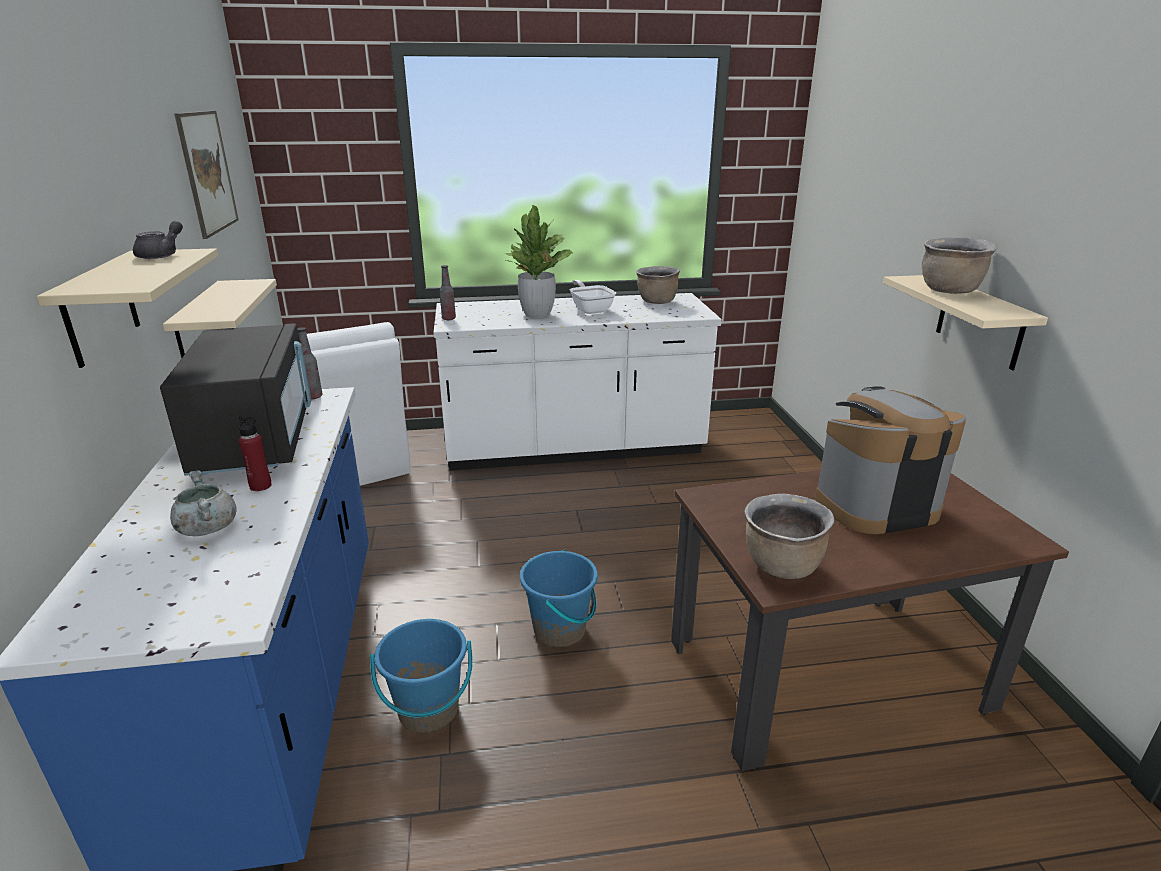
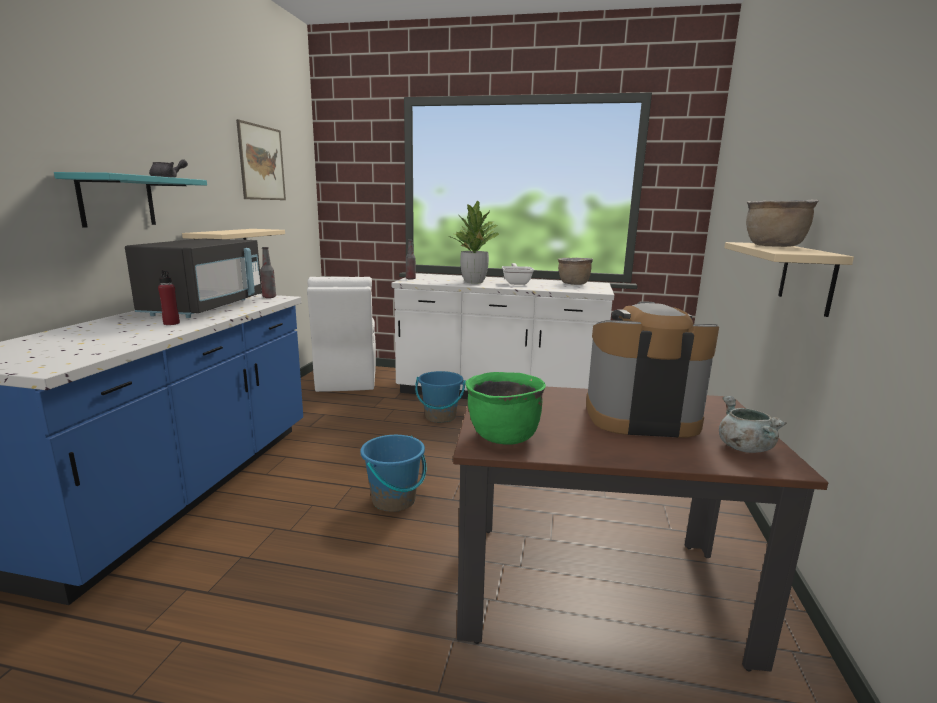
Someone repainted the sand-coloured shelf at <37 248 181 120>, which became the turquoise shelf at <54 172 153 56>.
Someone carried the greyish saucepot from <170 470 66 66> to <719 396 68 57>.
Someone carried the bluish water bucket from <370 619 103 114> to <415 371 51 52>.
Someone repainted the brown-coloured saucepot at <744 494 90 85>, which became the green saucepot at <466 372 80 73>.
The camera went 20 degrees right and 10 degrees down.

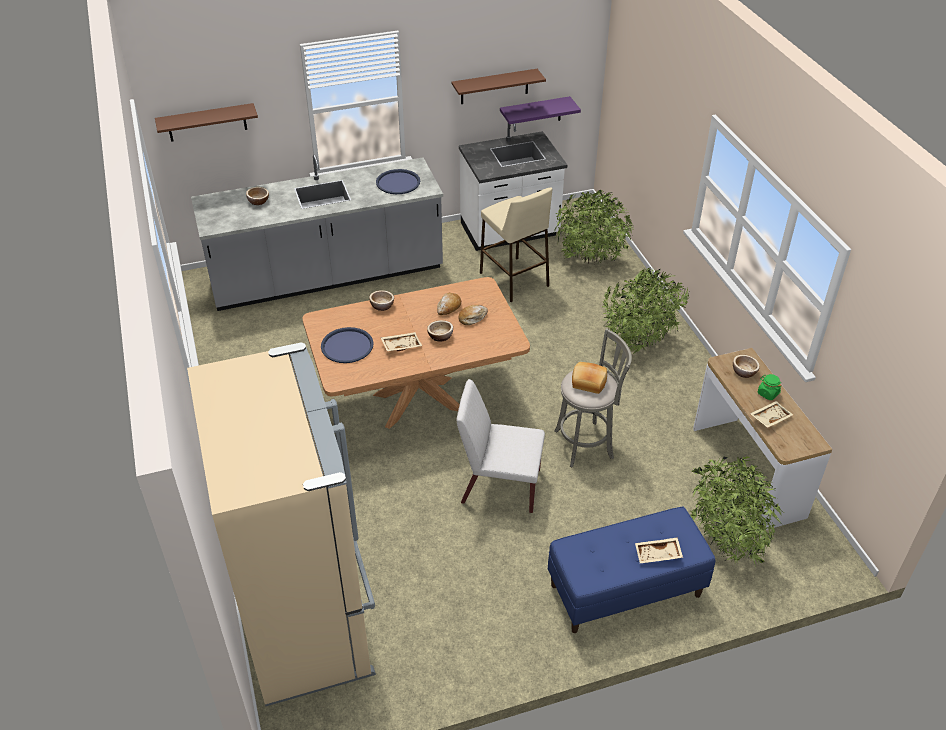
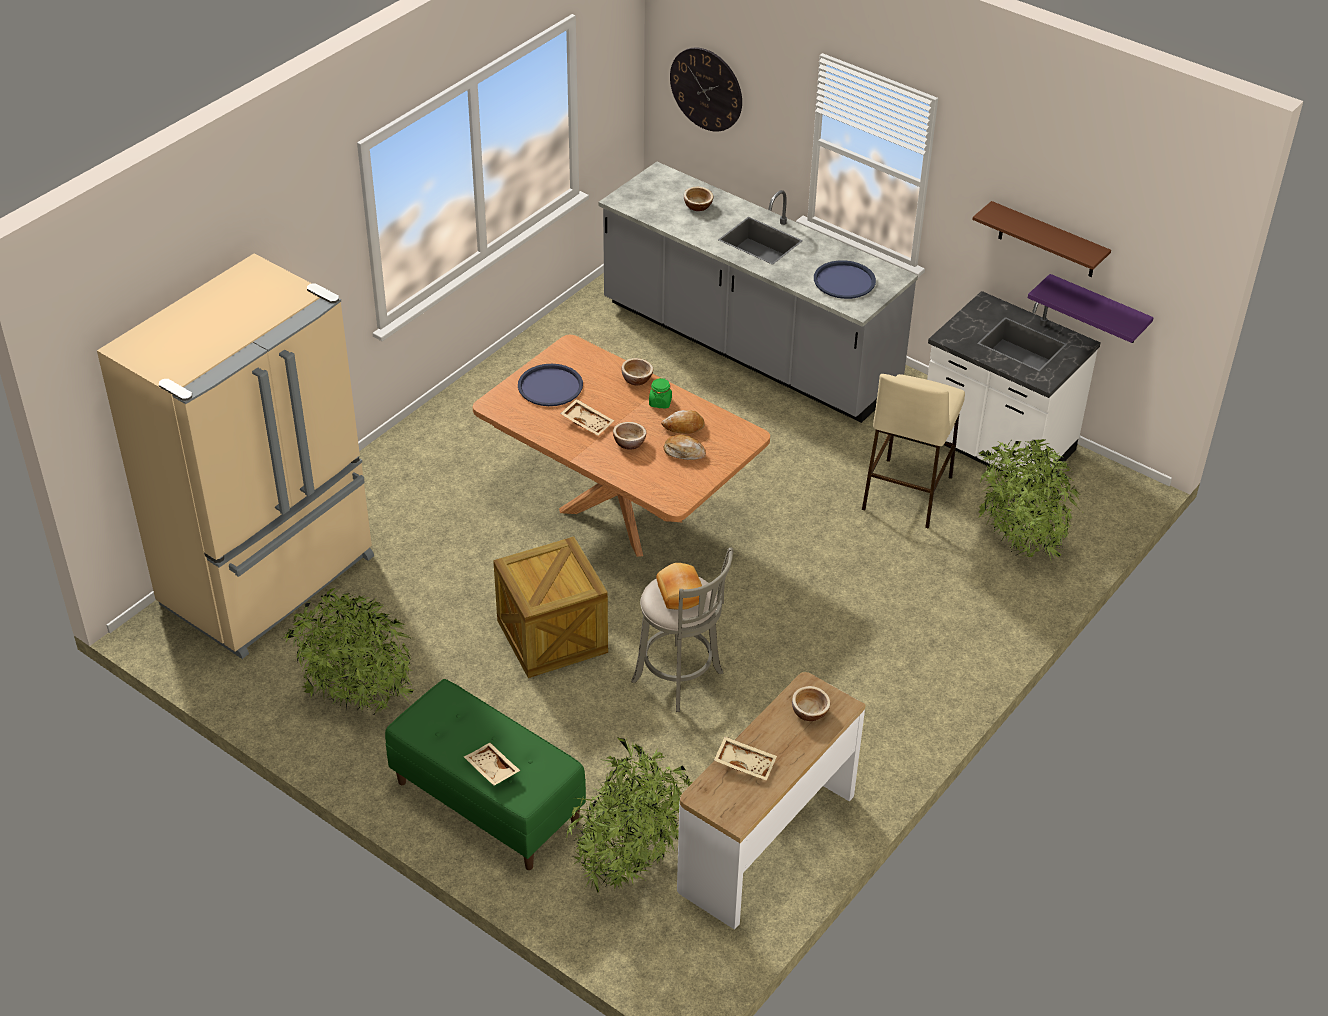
Someone swapped the brown-coloured shelf at <155 103 103 39> for the wall clock at <670 47 72 85>.
Someone swapped the whitish chair at <457 379 88 134> for the shipping crate at <493 536 115 142>.
Someone repainted the bluish long seat at <548 507 167 126>, which became the green long seat at <385 679 201 191>.
Someone carried the potted plant from <602 267 88 87> to <282 588 132 128>.
Someone carried the green preserve jar from <758 374 24 26> to <649 378 23 31>.
The camera went 55 degrees right and 0 degrees up.

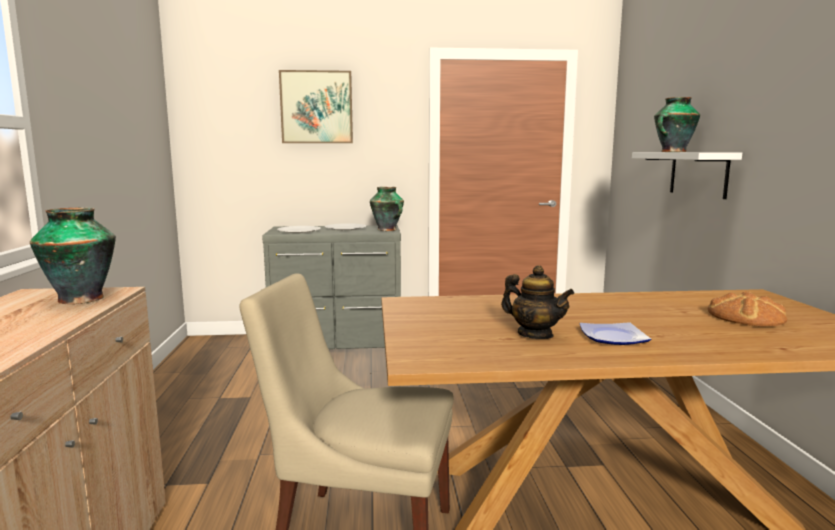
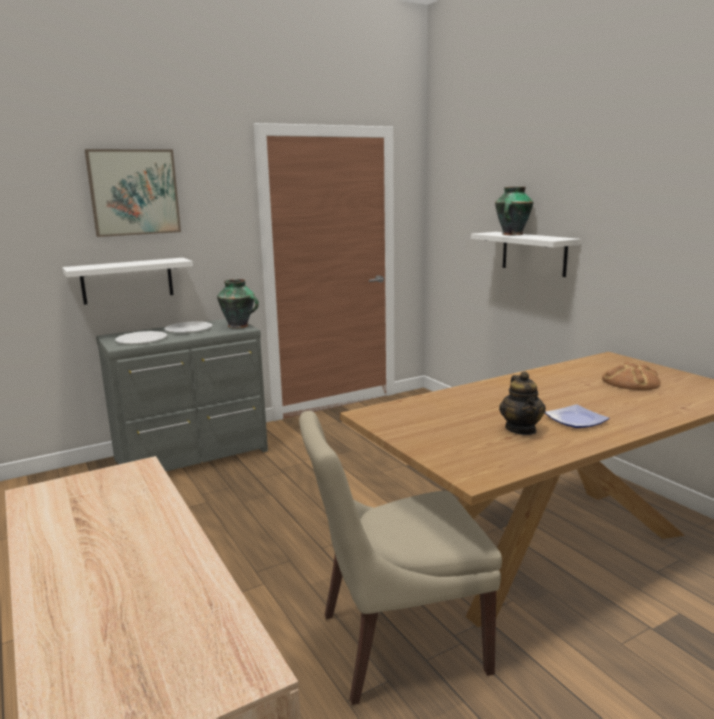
Someone took away the vase at <30 207 86 97>.
Someone rotated the tea pot at <501 265 73 74> by 75 degrees clockwise.
Someone put up the whitish shelf at <62 258 131 47>.
The camera went 25 degrees left and 5 degrees up.

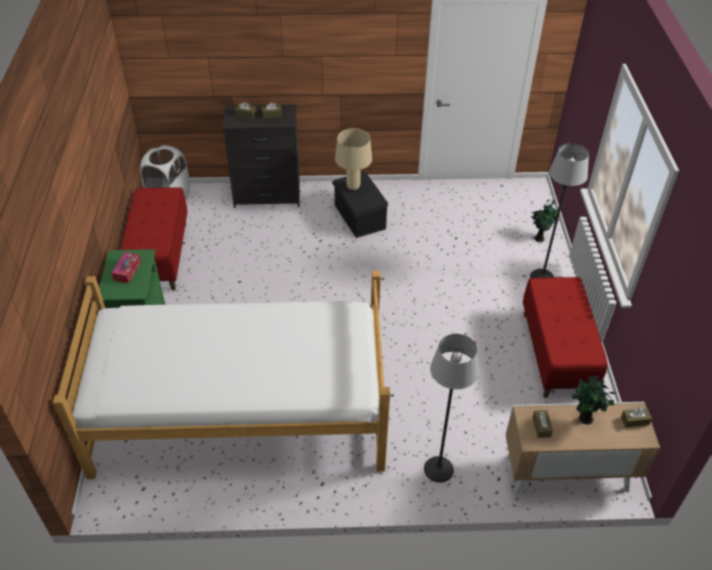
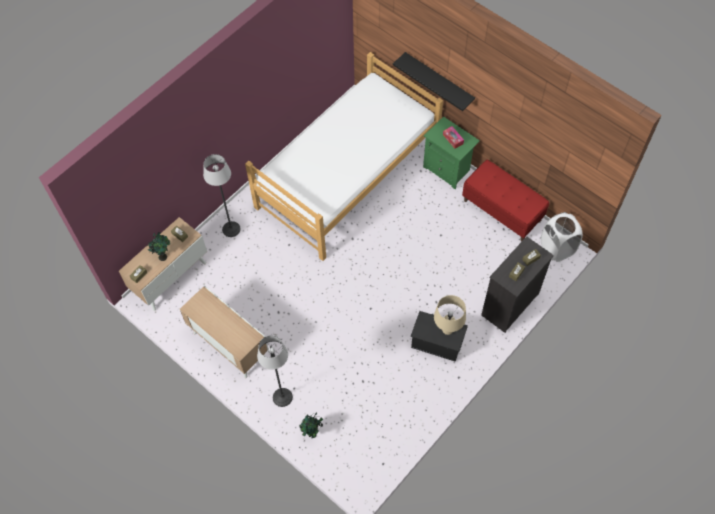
Someone swapped the red-coloured long seat at <523 277 85 121> for the cabinet at <180 286 88 92>.
Someone put up the black-coloured shelf at <393 52 82 59>.
The camera went 135 degrees right and 15 degrees up.

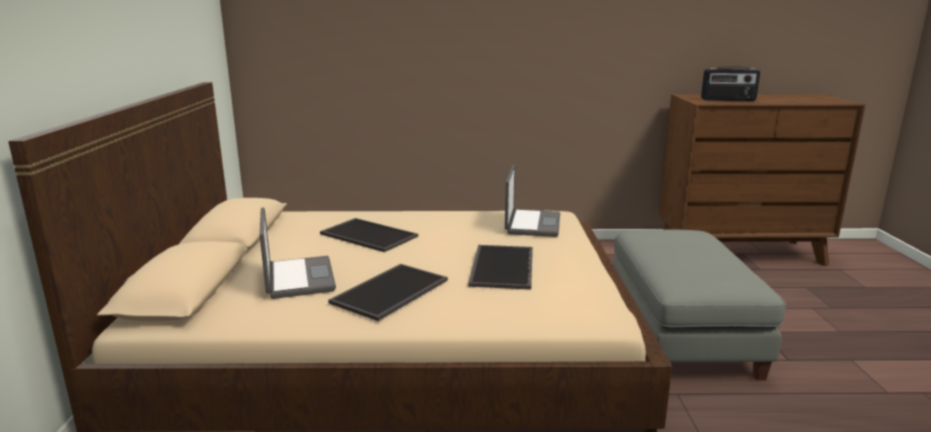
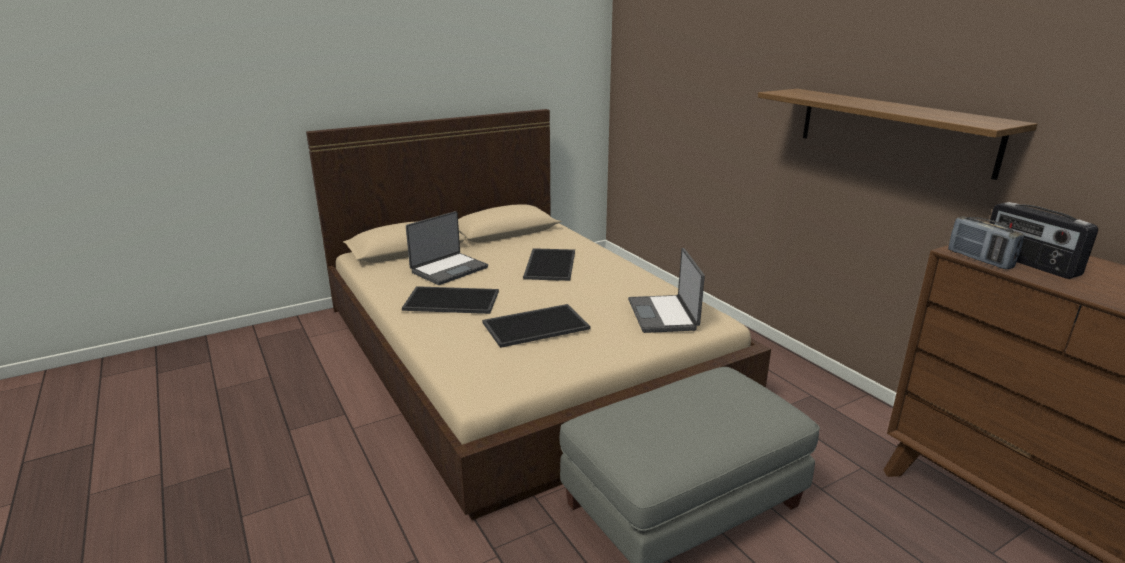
Someone rotated the portable computer at <505 165 55 72> by 105 degrees clockwise.
Someone put up the shelf at <758 89 279 91>.
Someone put down the radio receiver at <948 216 76 53>.
The camera went 60 degrees right and 5 degrees up.

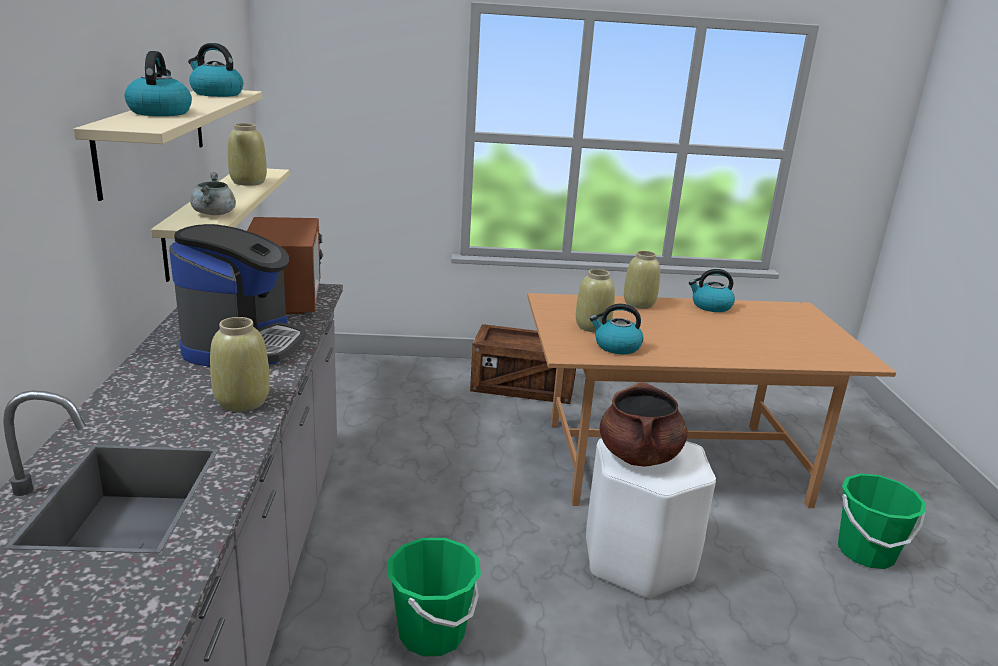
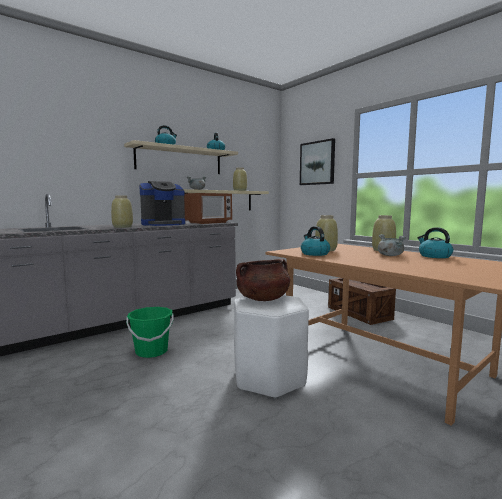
Someone took away the green water bucket at <838 474 88 95>.
Someone put up the wall art at <300 138 35 47>.
Someone put down the greyish saucepot at <378 234 28 22>.
The camera went 55 degrees right and 15 degrees down.

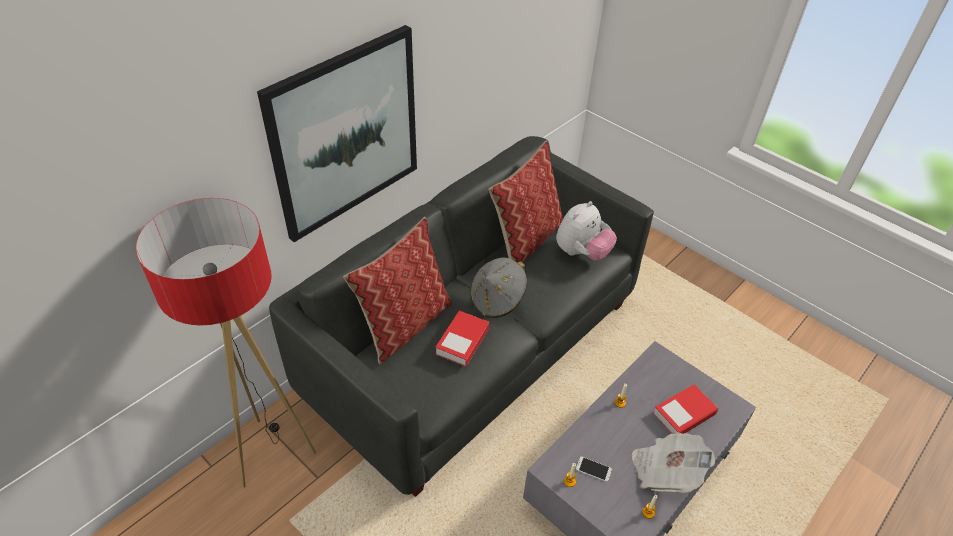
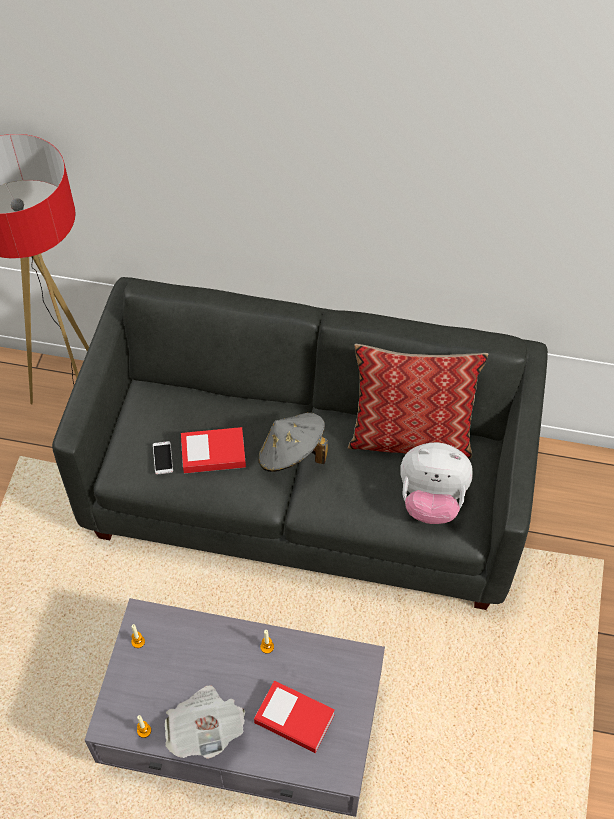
Someone took away the wall art at <257 25 160 217>.
Someone took away the cushion at <343 217 109 148>.
Someone carried the telephone from <576 456 36 26> to <153 441 20 34>.
The camera went 60 degrees right and 10 degrees up.

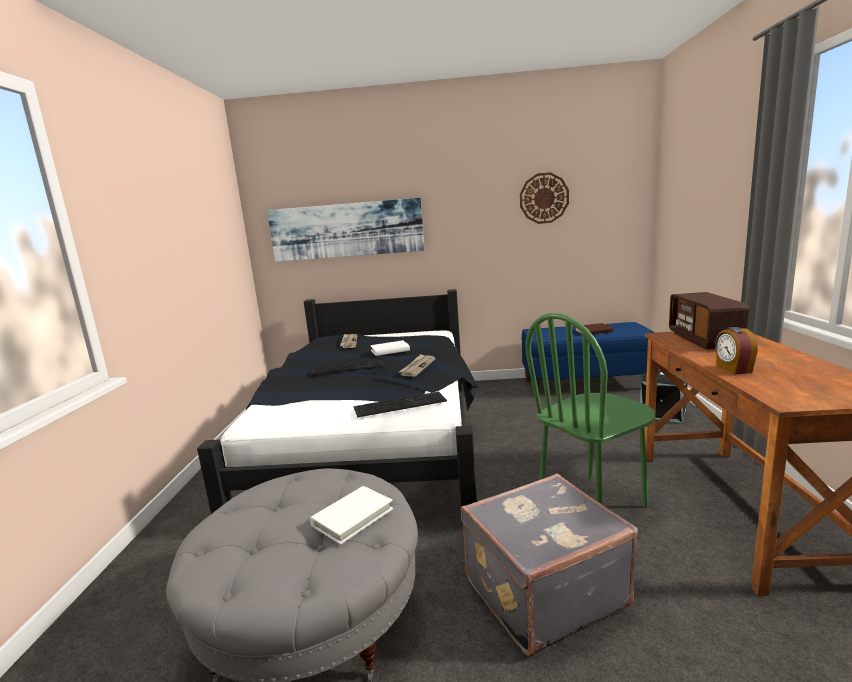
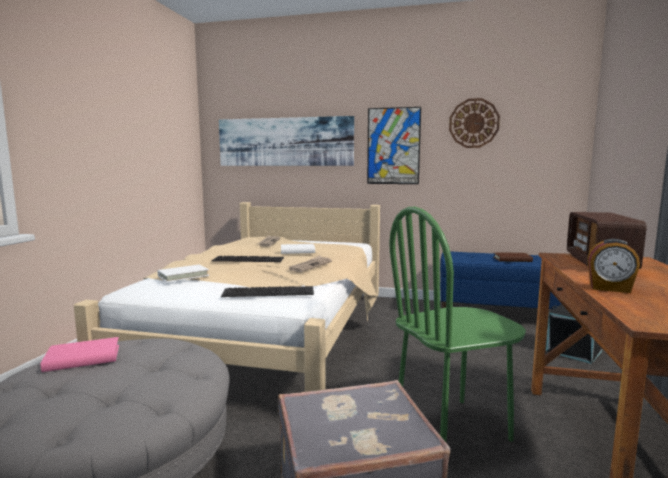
Someone repainted the black-coloured bed at <197 289 281 225>, which became the sand-coloured bed at <74 202 306 190>.
Someone carried the whitish book from <310 486 83 59> to <158 265 51 17>.
Someone rotated the table clock at <715 327 43 48> by 75 degrees counterclockwise.
Someone put down the pink book at <41 337 78 35>.
Someone put up the wall art at <367 107 54 77>.
The camera went 10 degrees right and 5 degrees down.

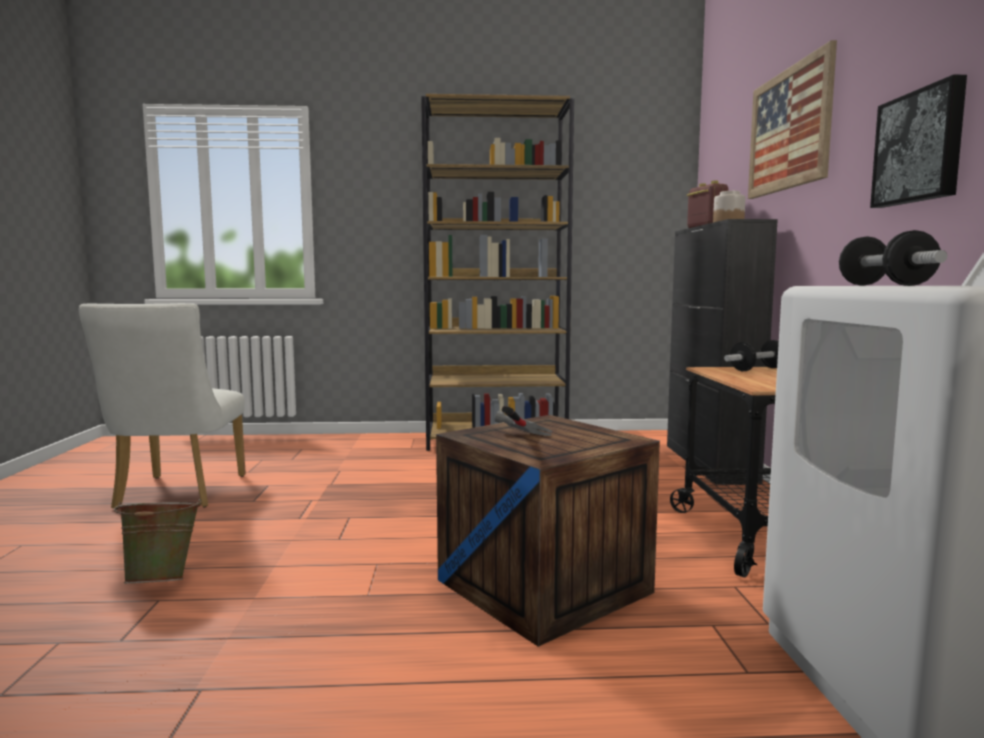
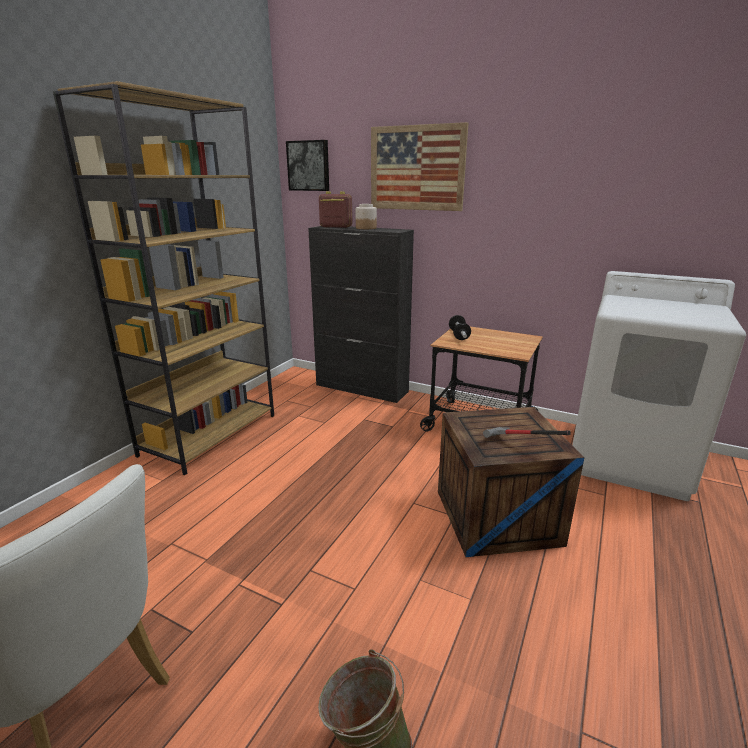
Someone took away the hand weight at <839 230 108 56>.
Someone carried the wall art from <870 75 97 133> to <286 140 43 51>.
The camera went 60 degrees left and 15 degrees up.

